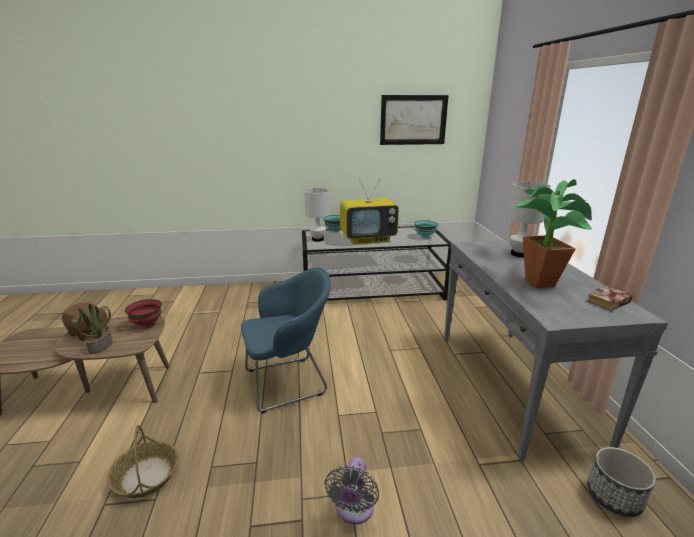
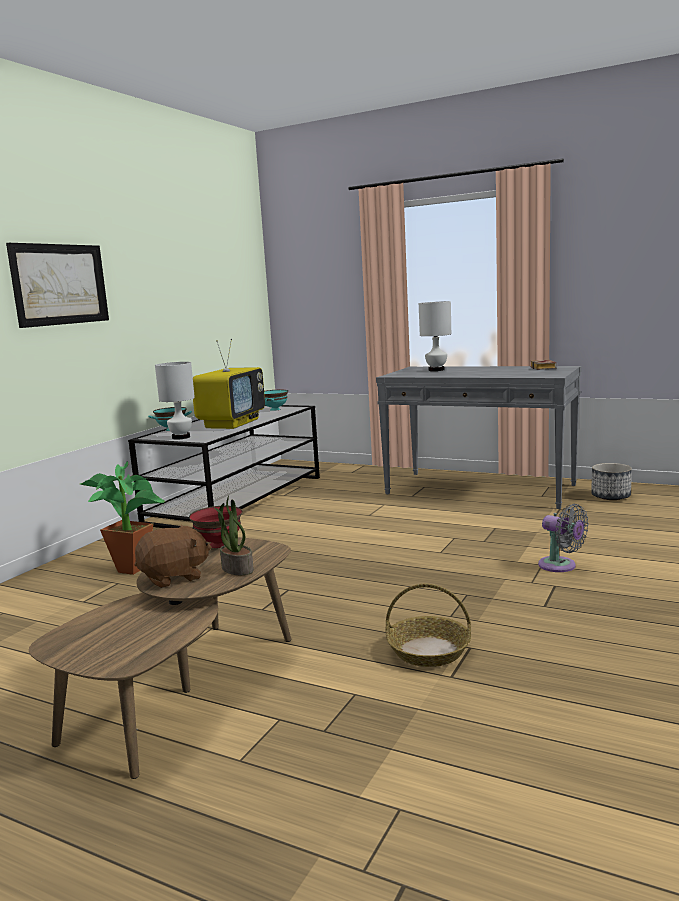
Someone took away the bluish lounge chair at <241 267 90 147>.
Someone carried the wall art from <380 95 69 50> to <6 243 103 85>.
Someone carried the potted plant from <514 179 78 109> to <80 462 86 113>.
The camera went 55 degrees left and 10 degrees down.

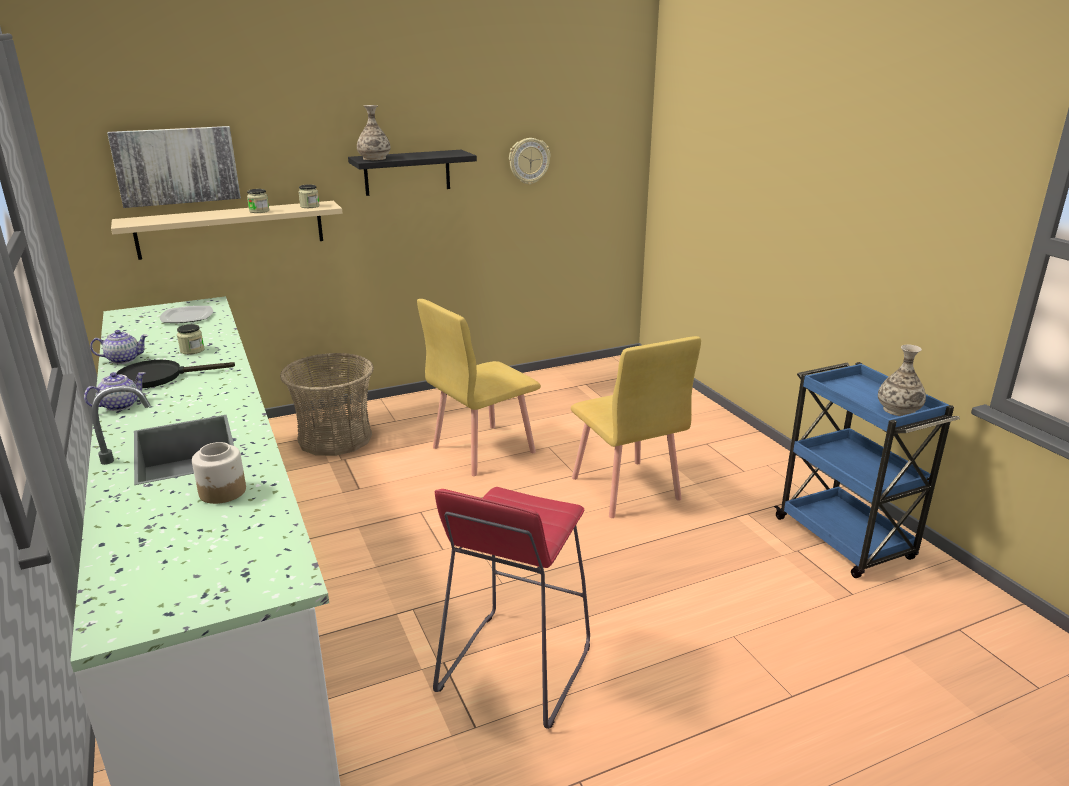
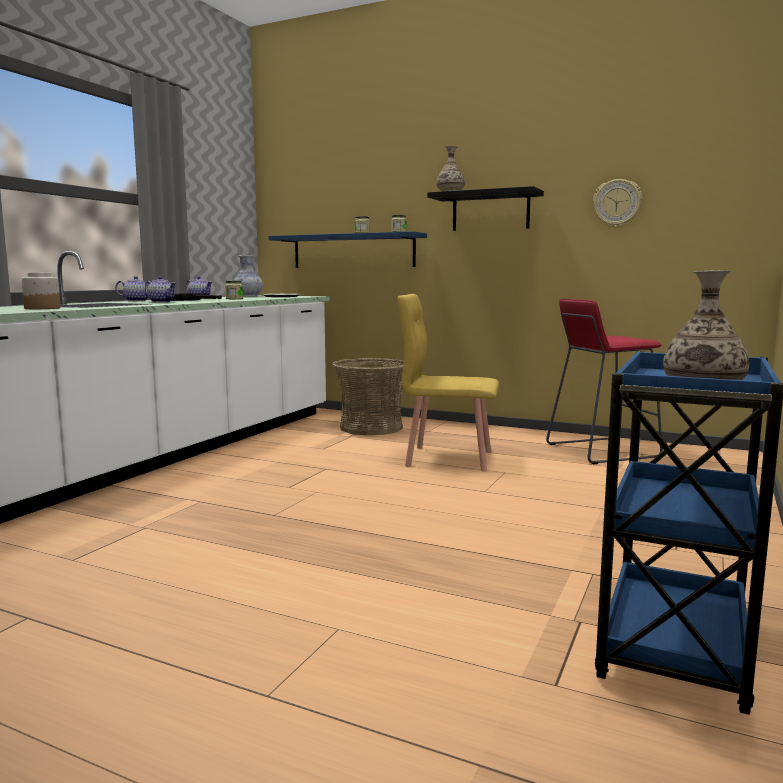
Someone took away the wall art at <107 126 134 82>.
Someone repainted the sand-coloured shelf at <111 201 232 59>, which became the bluish shelf at <268 231 159 37>.
Someone carried the red-coloured stool seat from <433 487 157 242> to <546 299 117 165>.
Someone took away the yellow-coloured chair at <571 336 130 182>.
Someone put down the tea pot at <145 276 31 26>.
Someone put down the vase at <233 255 30 42>.
The camera went 50 degrees right and 15 degrees down.

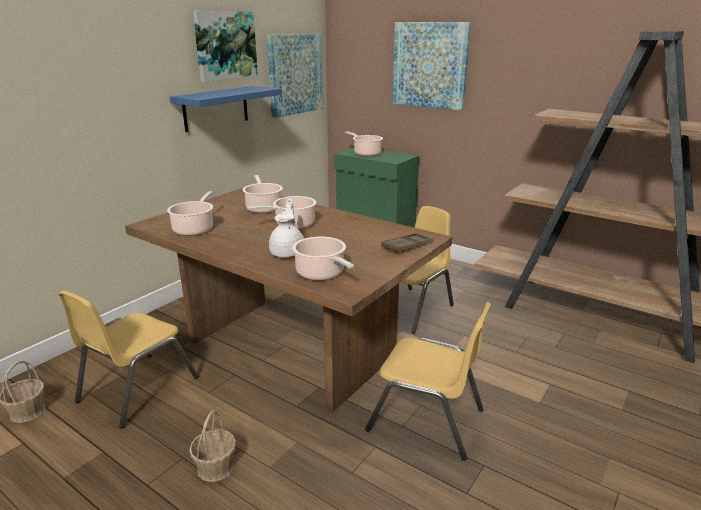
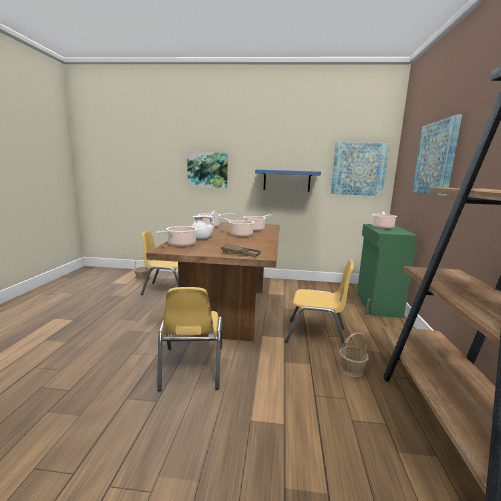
Someone carried the basket from <189 410 47 72> to <339 333 30 44>.
Someone carried the wall art from <193 11 65 71> to <187 152 41 36>.
The camera went 60 degrees right and 10 degrees down.

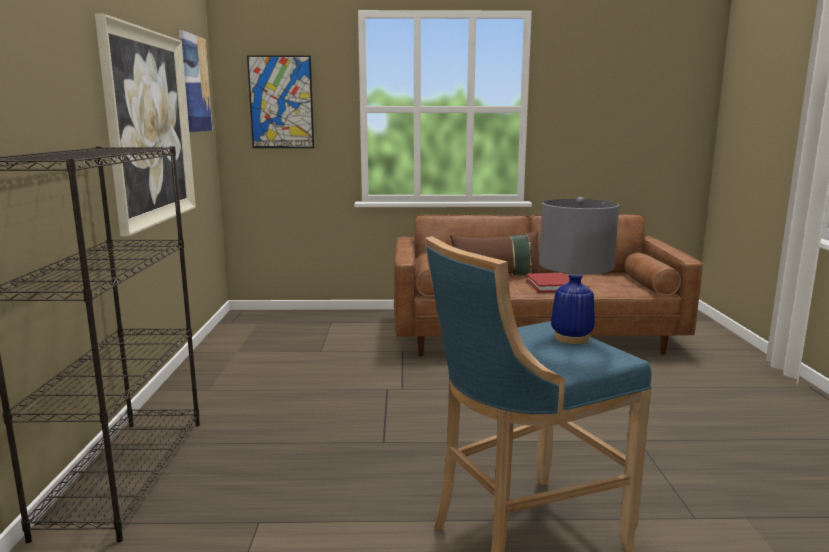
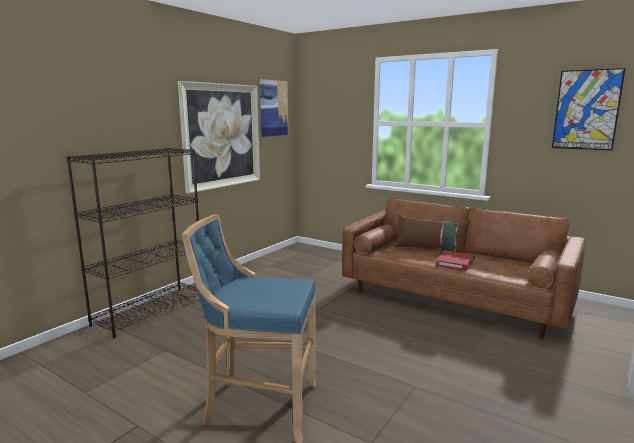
Someone carried the wall art from <247 55 67 93> to <552 68 74 83>.
Someone took away the greyish lamp for a table at <539 197 80 147>.
The camera went 35 degrees right and 0 degrees up.

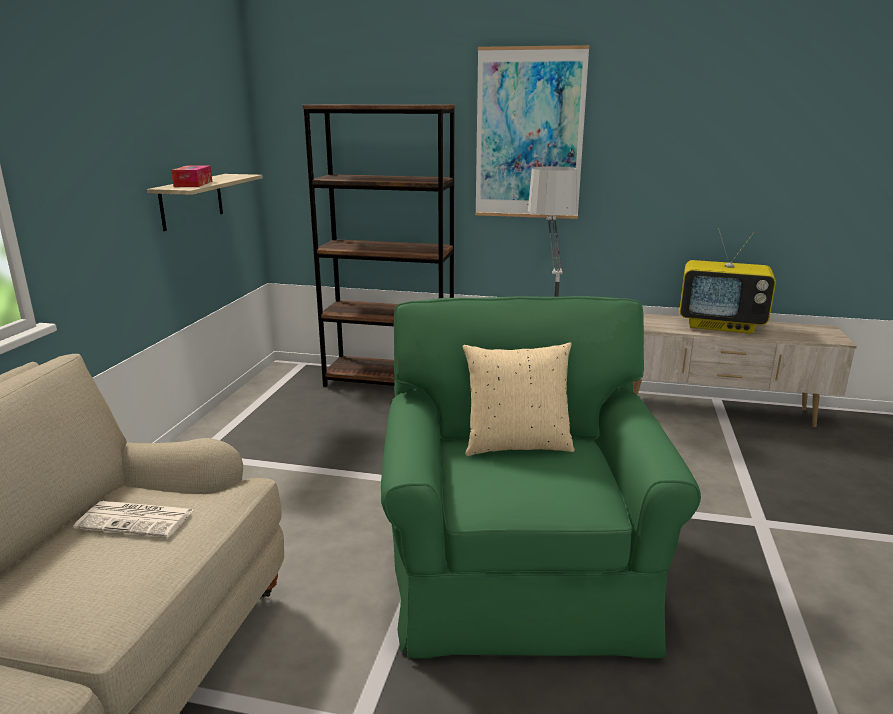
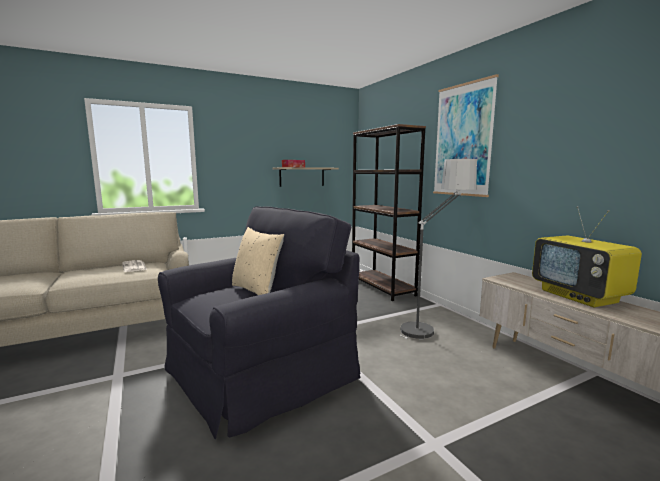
Someone repainted the green lounge chair at <381 296 320 363>, which became the black-coloured lounge chair at <158 206 202 234>.
The camera went 50 degrees right and 10 degrees down.

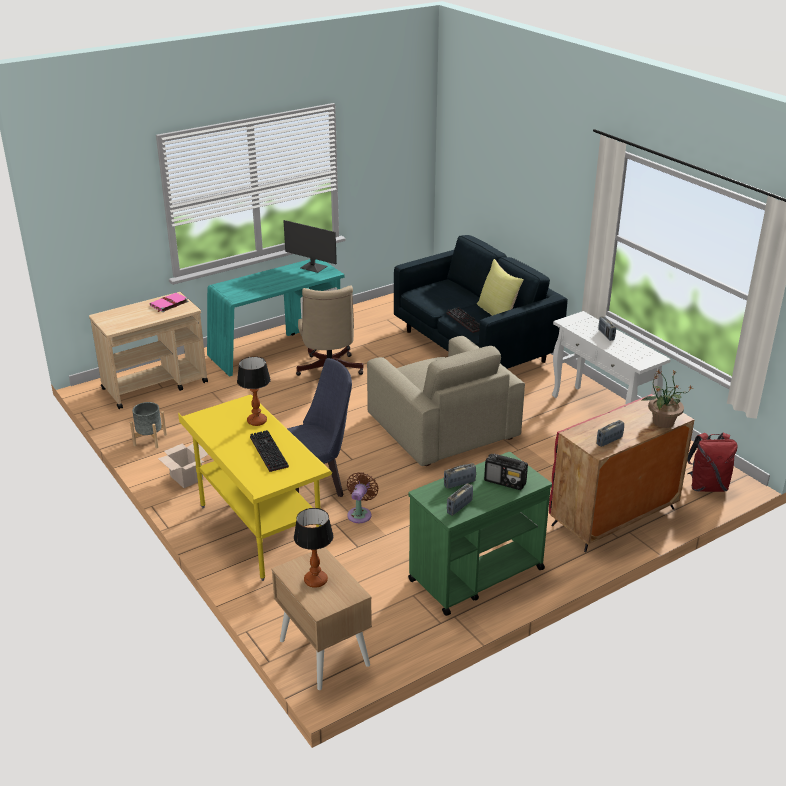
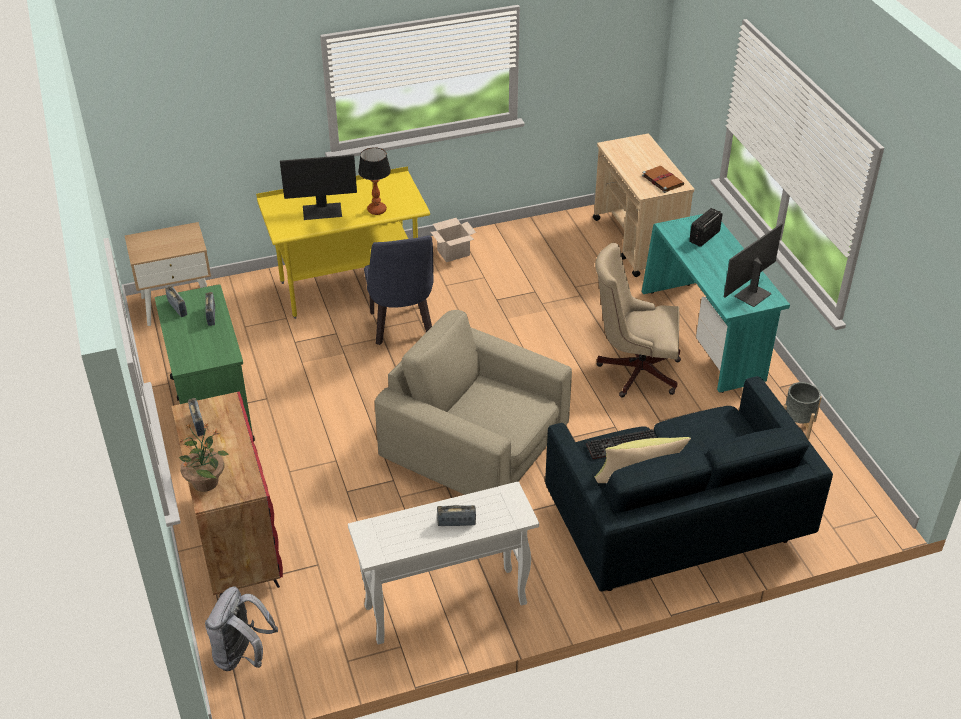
Someone carried the greyish plant pot from <130 402 37 47> to <783 382 39 58>.
Someone repainted the pink book at <150 293 38 19>, which became the brown-coloured book at <642 166 42 27>.
Someone swapped the computer keyboard at <250 430 39 42> for the monitor at <280 155 77 65>.
Someone took away the lamp for a table at <294 508 40 80>.
Someone took away the brown-coloured electric fan at <347 472 31 51>.
Someone rotated the sand-coloured lounge chair at <367 336 158 130> by 45 degrees clockwise.
Someone carried the radio receiver from <484 453 44 37> to <689 208 34 39>.
Someone repainted the red-coloured knapsack at <687 433 51 59>, which became the greyish knapsack at <205 586 73 85>.
The camera went 105 degrees right and 10 degrees up.

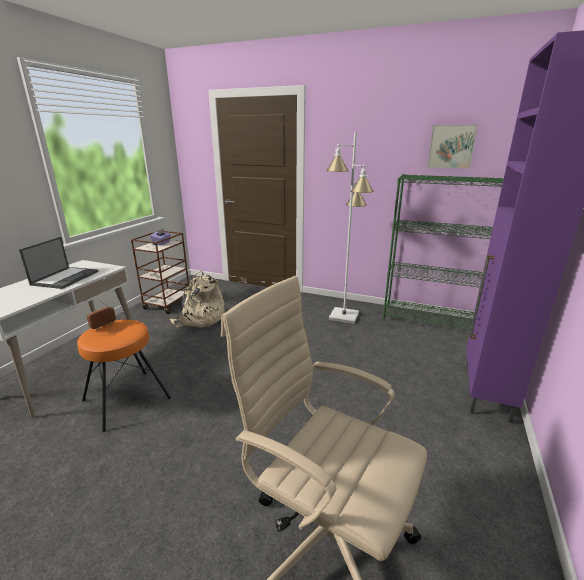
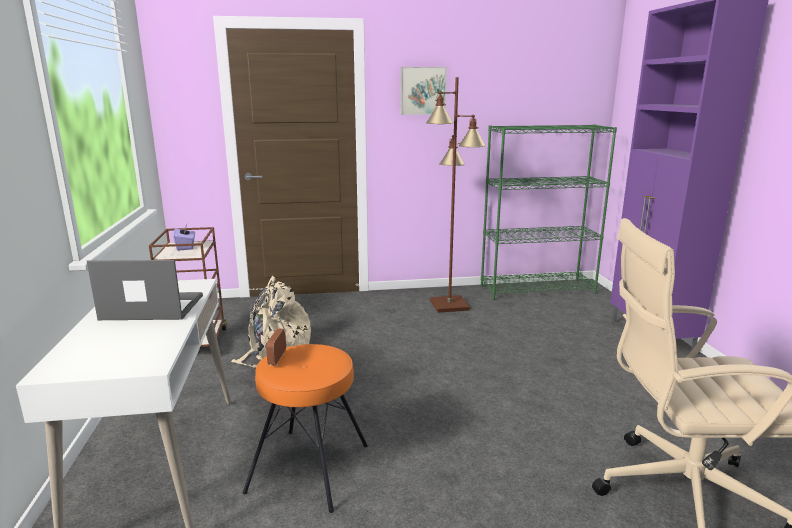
Someone rotated the portable computer at <19 237 80 52> by 75 degrees counterclockwise.
Someone repainted the whitish standard lamp at <326 132 48 192>, which became the brown-coloured standard lamp at <426 77 60 236>.
Someone carried the wall art from <427 124 51 45> to <400 67 47 48>.
The camera went 30 degrees left and 5 degrees down.

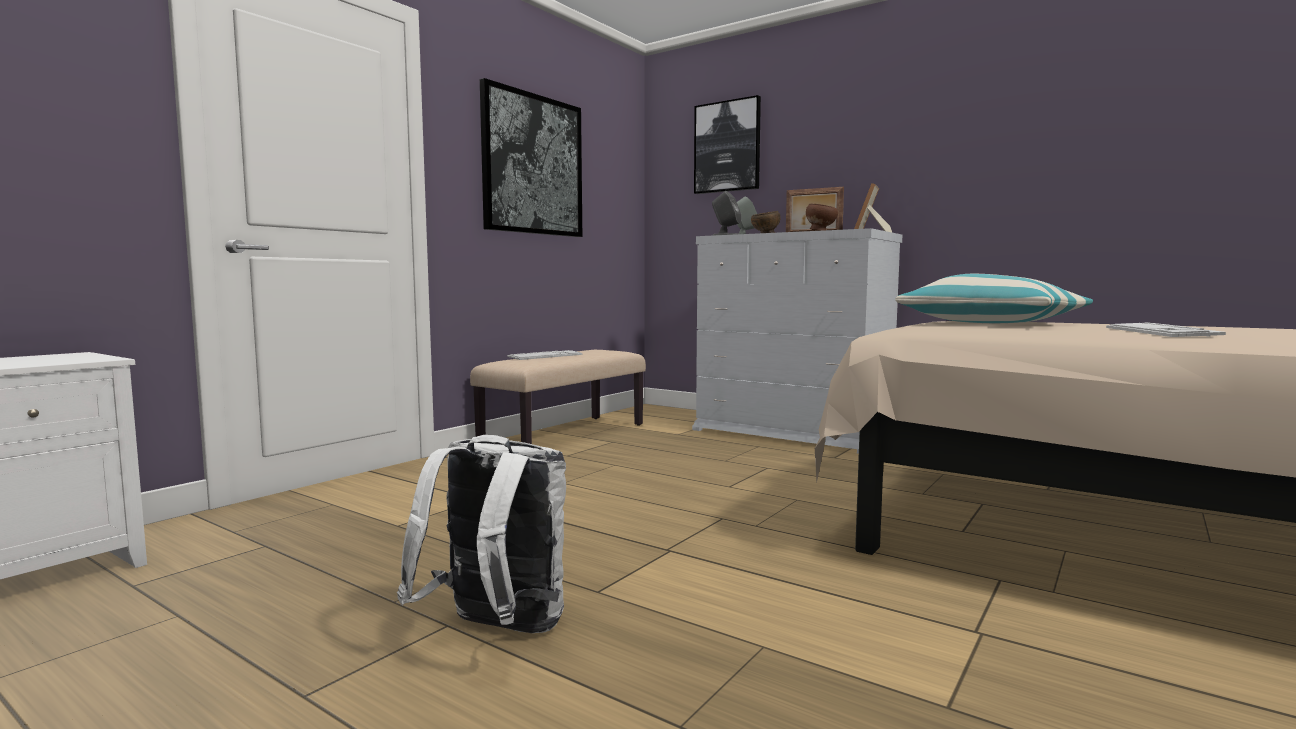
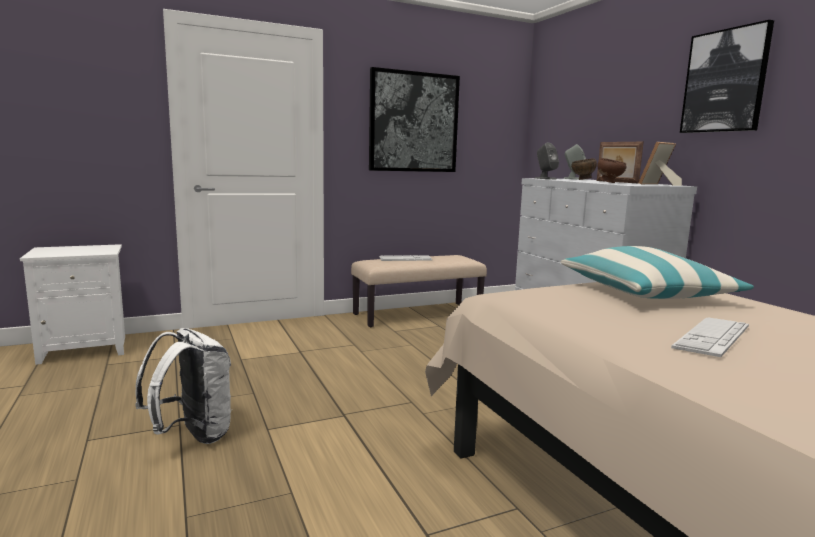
Someone carried the wall art from <694 95 67 99> to <680 20 94 113>.
The camera went 30 degrees right and 5 degrees up.

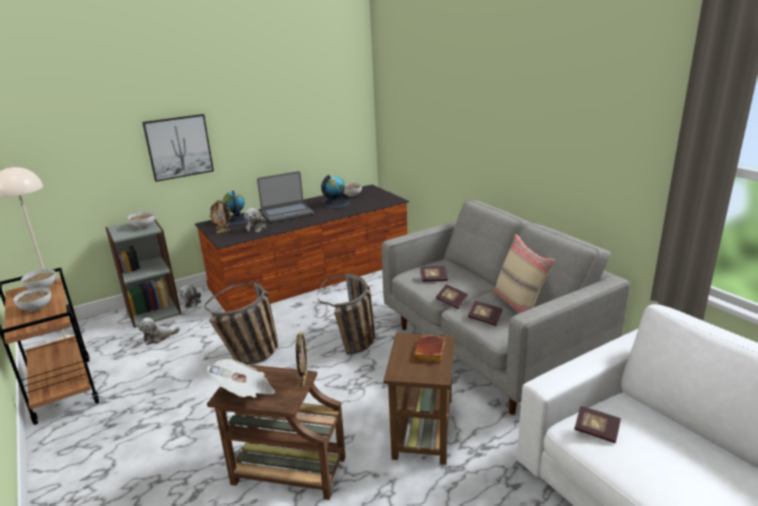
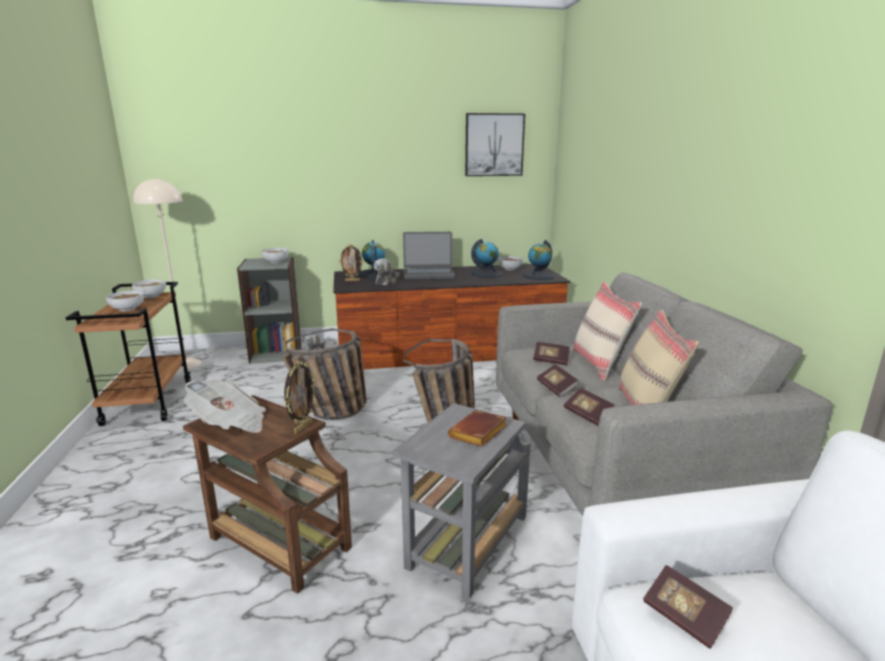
Someone took away the cuddly toy at <138 318 42 27>.
Someone carried the wall art from <142 114 72 68> to <465 113 60 63>.
Someone repainted the brown-coloured end table at <383 333 72 132>, which became the greyish end table at <392 403 139 196>.
Someone put down the globe at <522 240 33 40>.
Someone put down the sand-coloured cushion at <573 281 69 100>.
The camera went 20 degrees right and 5 degrees down.

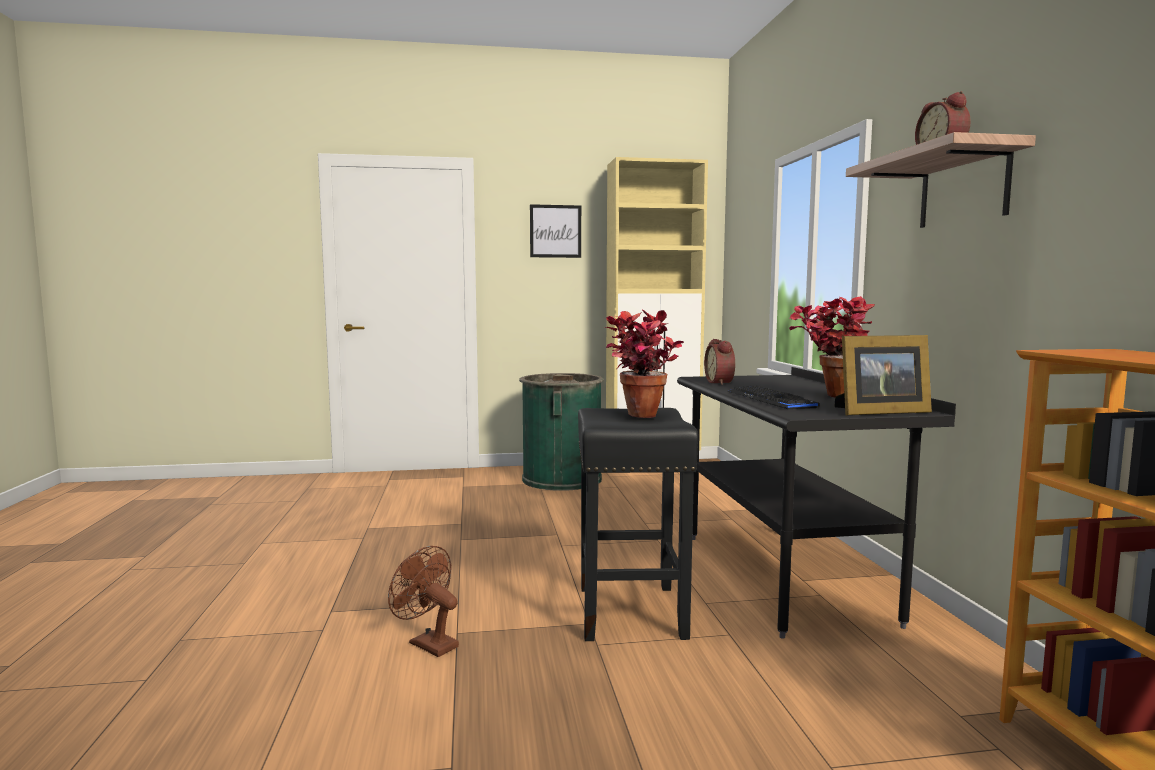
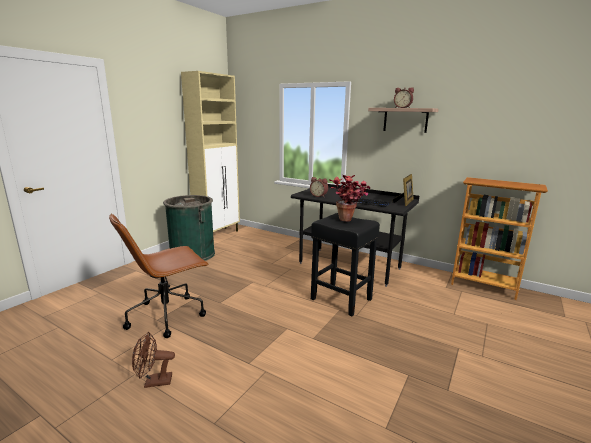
Someone carried the brown-coloured electric fan from <388 546 71 111> to <132 332 43 56>.
Someone took away the wall art at <530 204 51 54>.
Someone took away the potted plant at <789 296 86 101>.
Someone put down the brown-coloured office chair at <109 213 100 125>.
The camera went 50 degrees left and 10 degrees up.

